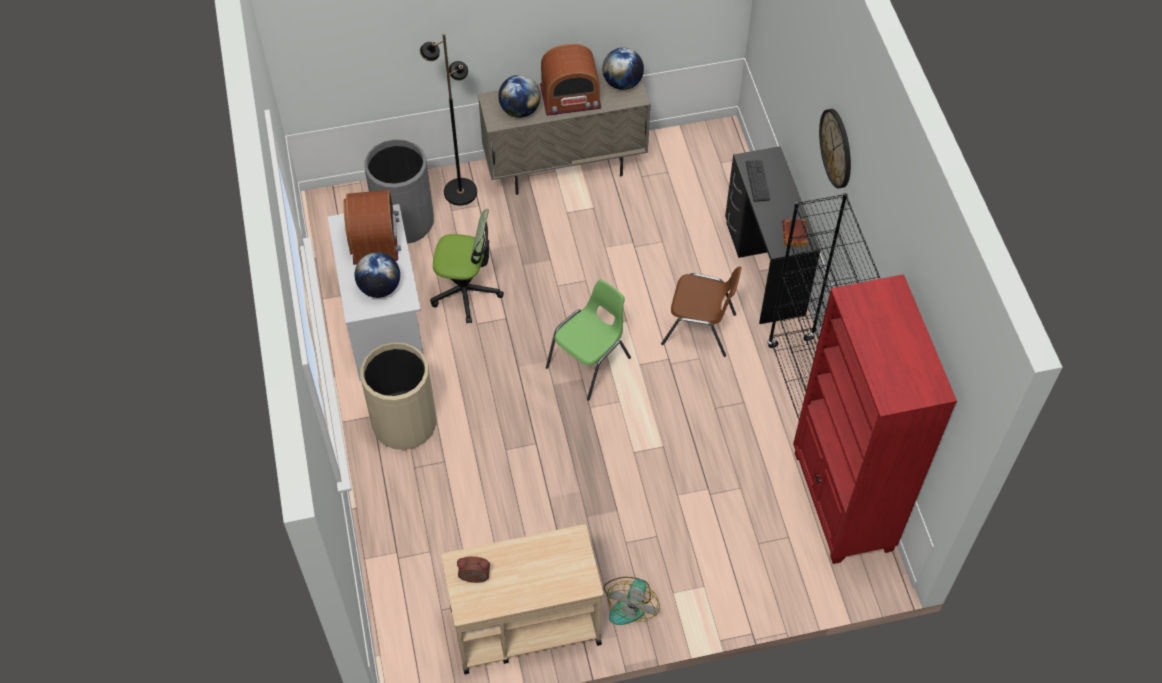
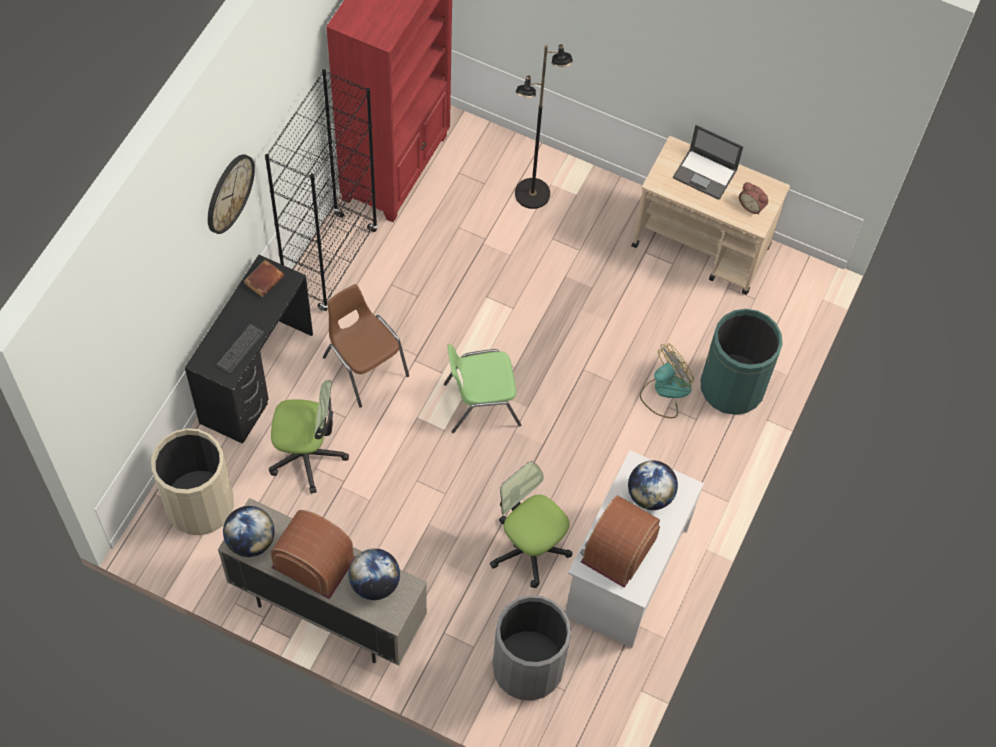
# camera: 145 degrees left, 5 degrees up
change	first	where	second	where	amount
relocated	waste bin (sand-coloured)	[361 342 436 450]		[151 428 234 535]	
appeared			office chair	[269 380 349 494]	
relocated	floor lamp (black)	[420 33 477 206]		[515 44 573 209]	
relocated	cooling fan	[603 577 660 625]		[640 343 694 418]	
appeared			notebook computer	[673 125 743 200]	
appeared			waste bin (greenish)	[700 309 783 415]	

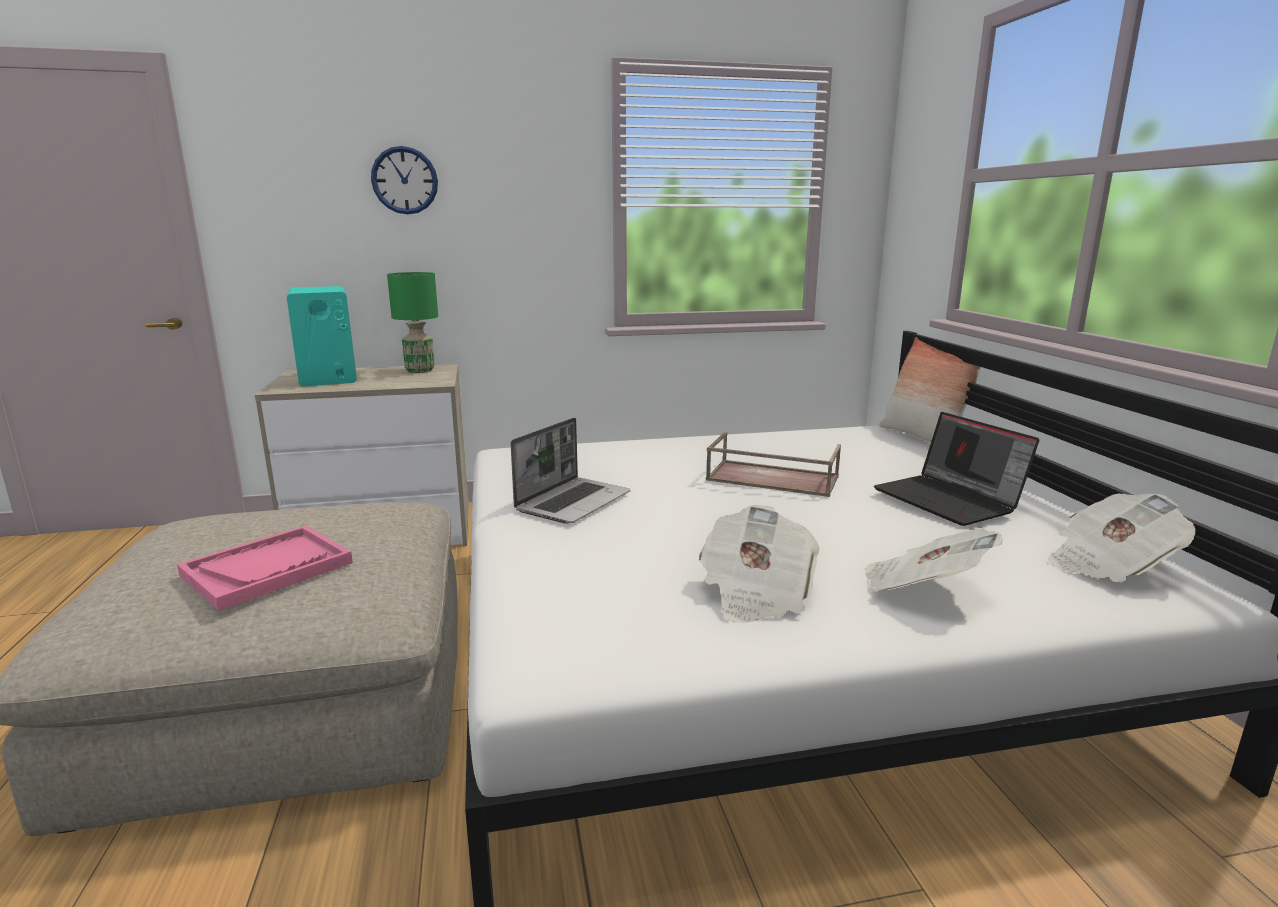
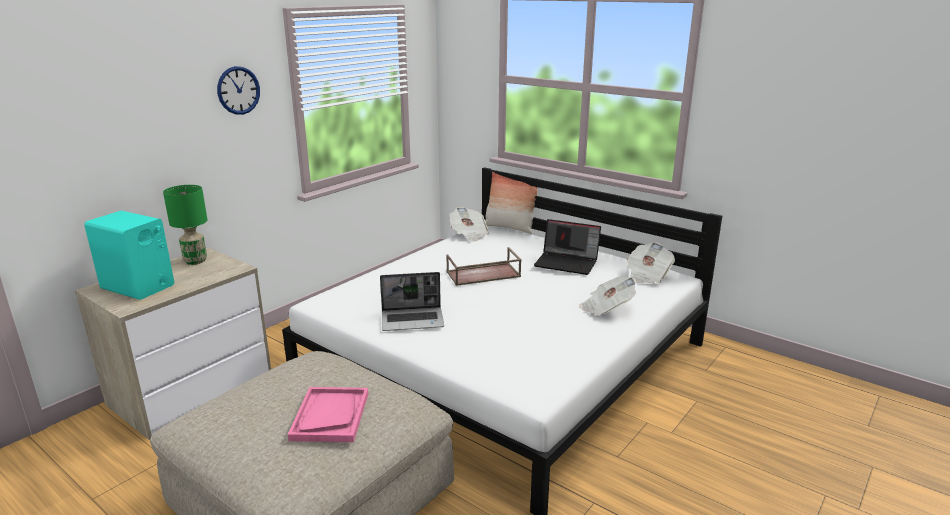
# camera: 40 degrees left, 5 degrees up
change	first	where	second	where	amount
relocated	hanging clock	[371 146 438 214]		[217 66 260 115]	
spun	notebook computer	[511 418 631 524]		[380 272 444 331]	90 degrees clockwise
relocated	newspaper	[699 505 820 623]		[449 207 489 242]	

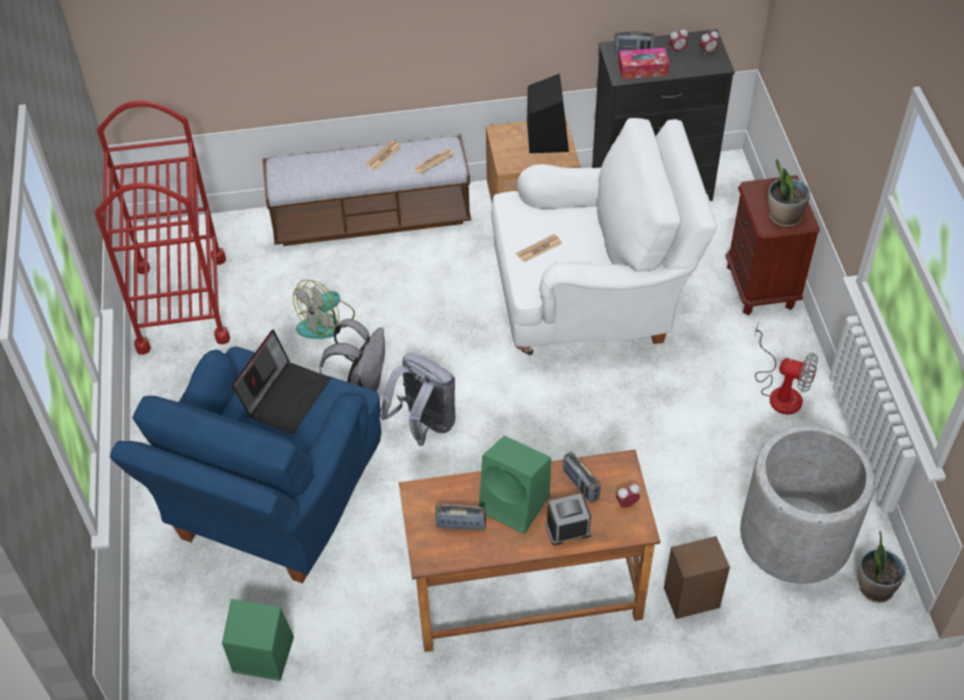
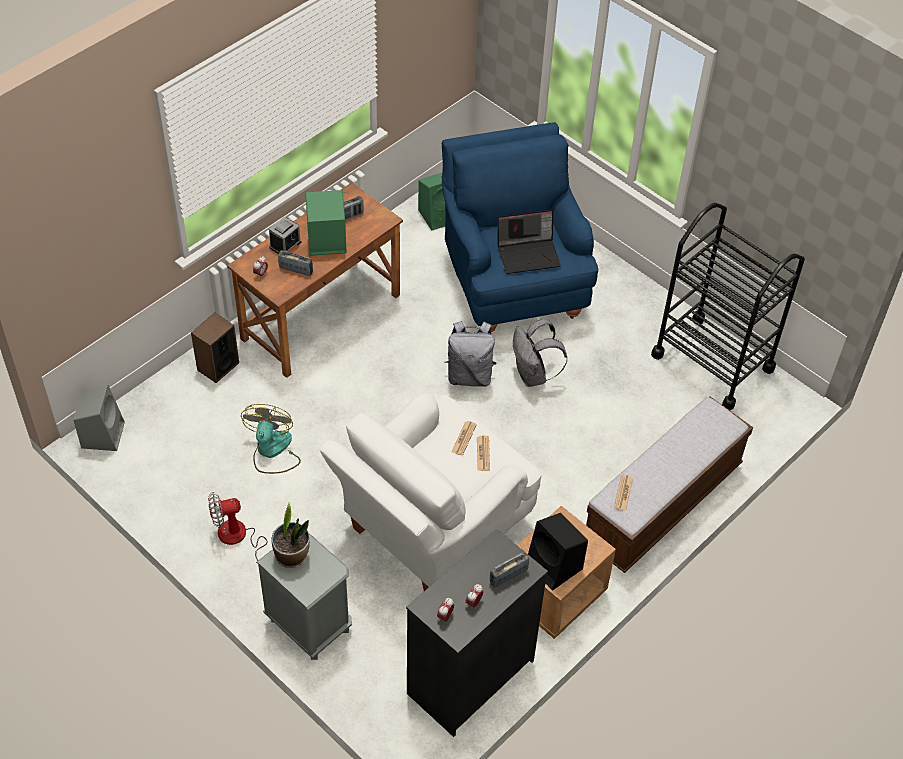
# camera: 140 degrees right, 0 degrees up
change	first	where	second	where	amount
exchanged	plant in a pot	[858 531 906 603]	loudspeaker (grey)	[73 385 125 451]	
relocated	cooling fan	[293 280 355 339]		[241 404 301 474]	
colour	nightstand (brownish)	[726 175 820 316]	nightstand (grey)	[256 533 352 660]	
relocated	newspaper	[365 140 402 170]		[477 436 490 471]	
spun	notebook computer	[232 330 331 434]		[497 210 561 274]	90 degrees counterclockwise
colour	trolley (reddish)	[95 101 230 355]	trolley (black)	[651 203 805 410]	
missing	tissue holder	[618 48 669 79]			
missing	flower pot (grey)	[740 425 875 584]			

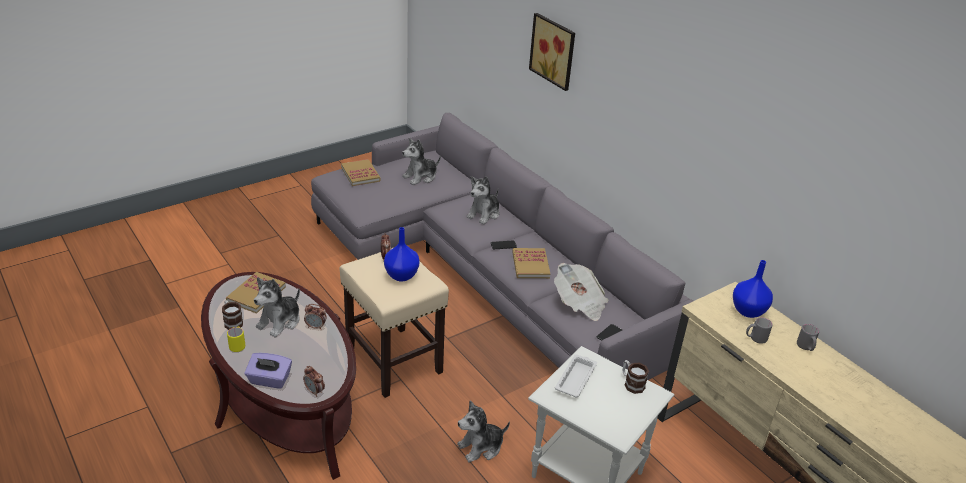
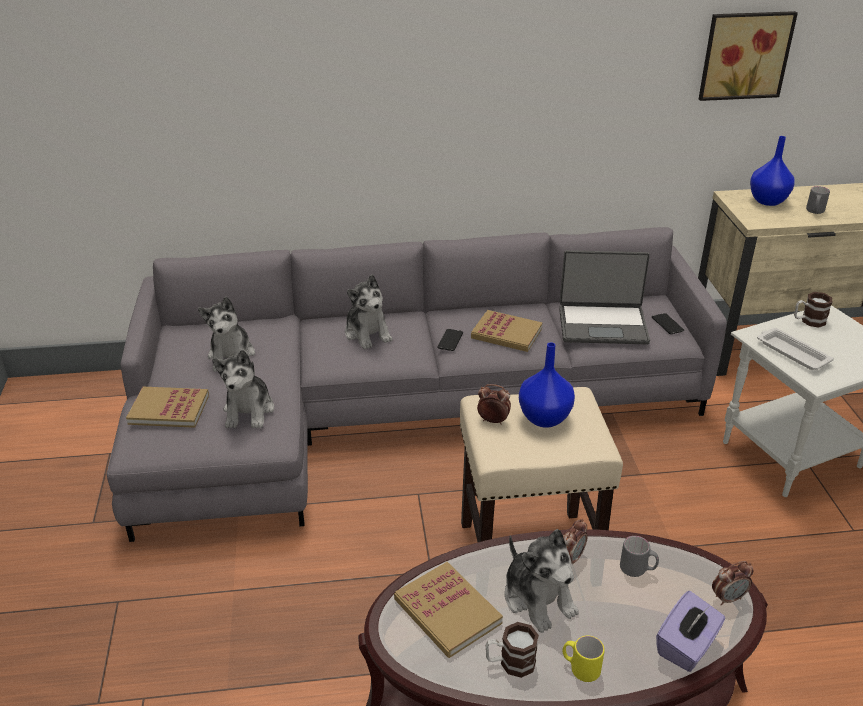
# camera: 60 degrees left, 0 degrees up
change	first	where	second	where	amount
relocated	plush toy	[457 400 510 463]		[212 350 274 428]	
exchanged	newspaper	[554 263 608 321]	notebook computer	[559 250 650 344]	
relocated	mug (grey)	[797 324 819 351]		[620 536 659 577]	
relocated	picture	[529 13 575 91]		[699 11 798 101]	

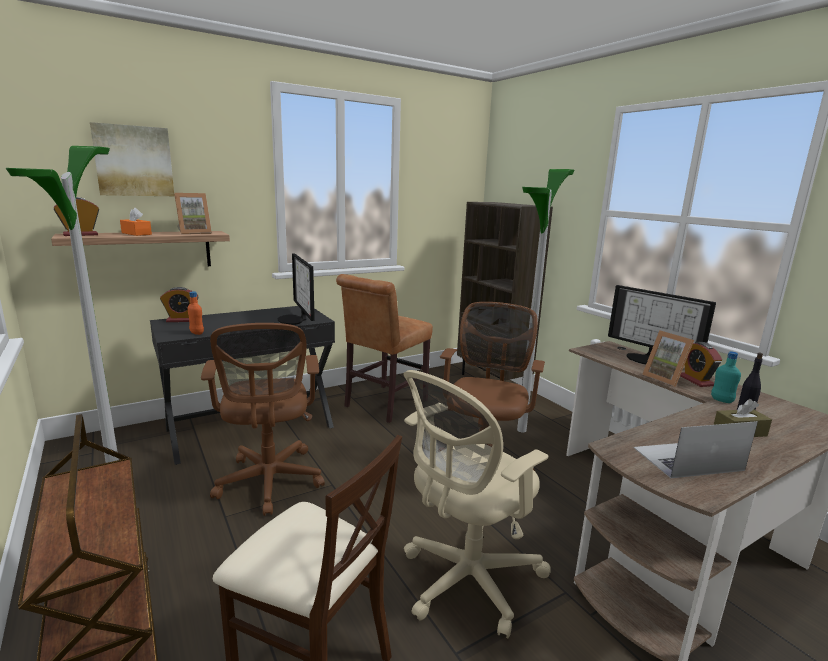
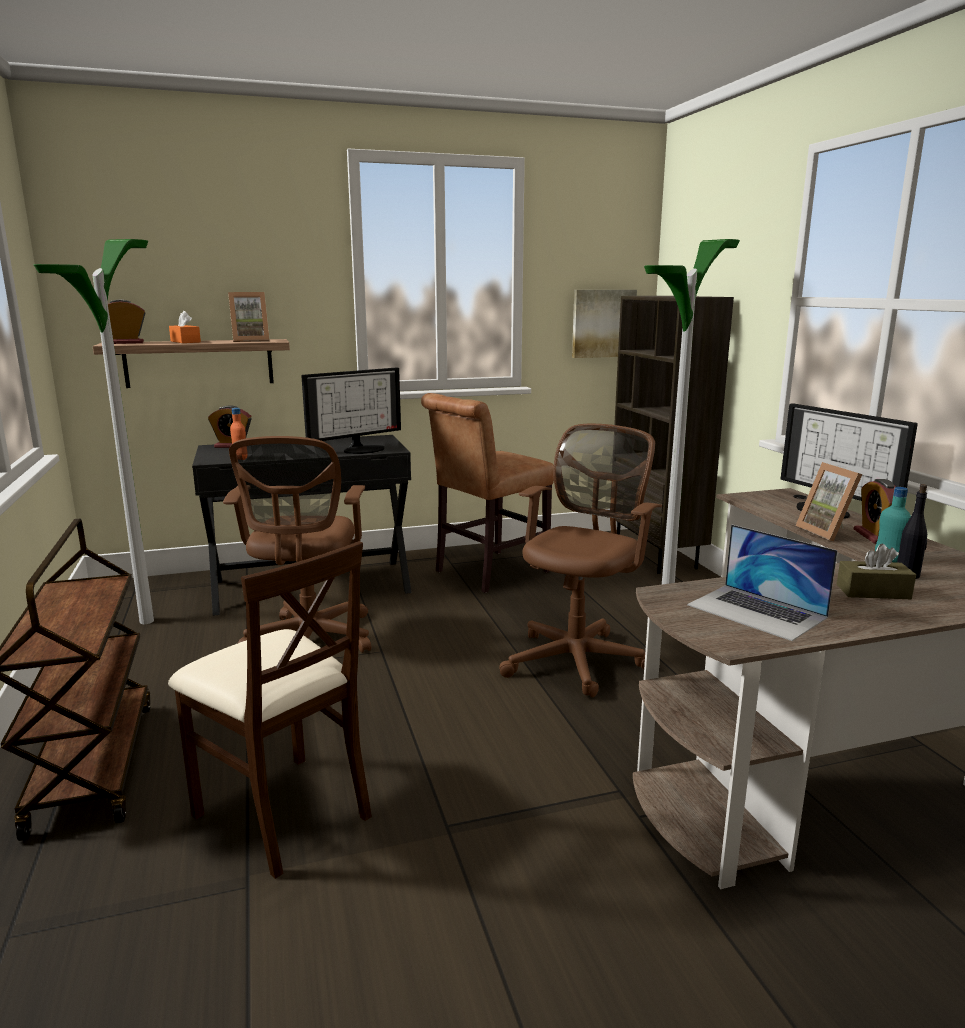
# camera: 15 degrees right, 0 degrees up
change	first	where	second	where	amount
spun	computer screen	[278 253 315 325]		[301 367 401 454]	120 degrees counterclockwise
relocated	picture	[90 122 174 196]		[572 290 637 358]	
spun	notebook computer	[633 421 758 478]		[687 525 838 641]	135 degrees counterclockwise
missing	office chair (sand-coloured)	[403 370 551 638]			

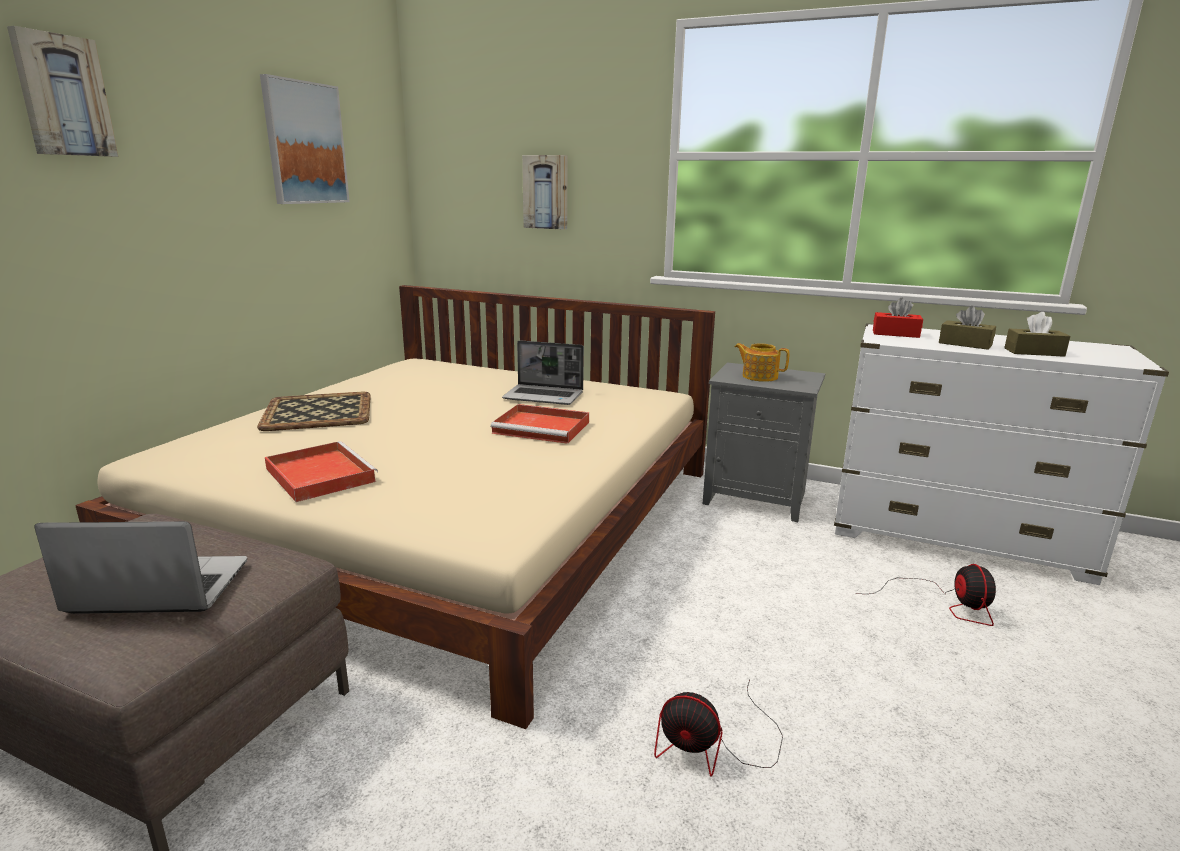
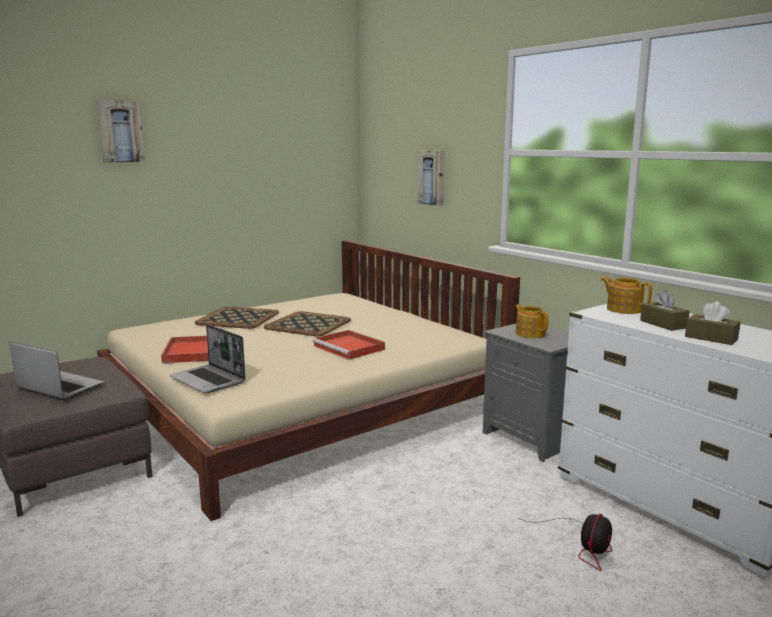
# camera: 30 degrees right, 5 degrees down
change	first	where	second	where	amount
relocated	notebook computer	[502 340 584 405]		[170 324 246 393]	
appeared			serving tray	[264 311 351 337]	
exchanged	tissue holder (reddish)	[873 298 923 338]	teapot	[601 277 652 314]	
missing	picture	[260 74 350 204]			
missing	cooling fan	[654 680 783 777]			

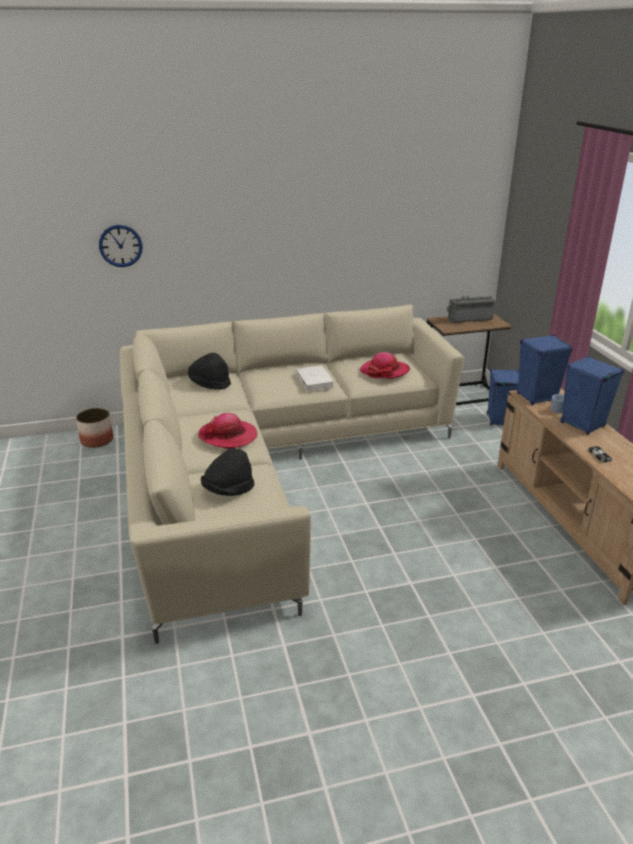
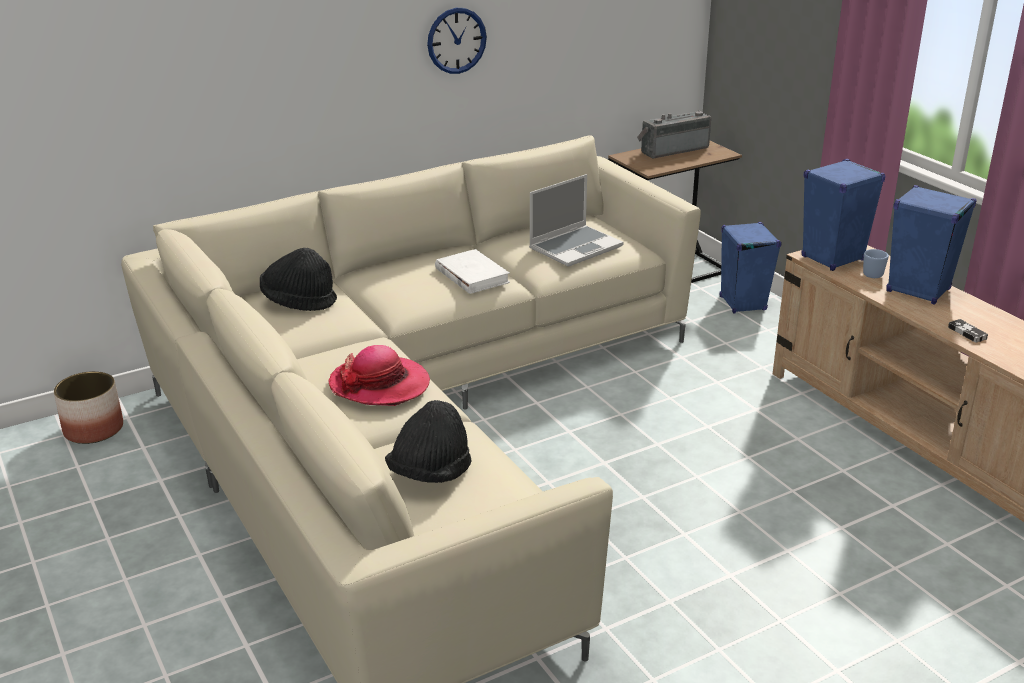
# camera: 15 degrees left, 0 degrees up
change	first	where	second	where	amount
relocated	hanging clock	[99 225 142 267]		[427 8 487 74]	
exchanged	hat	[360 352 410 379]	notebook computer	[529 174 623 267]	

